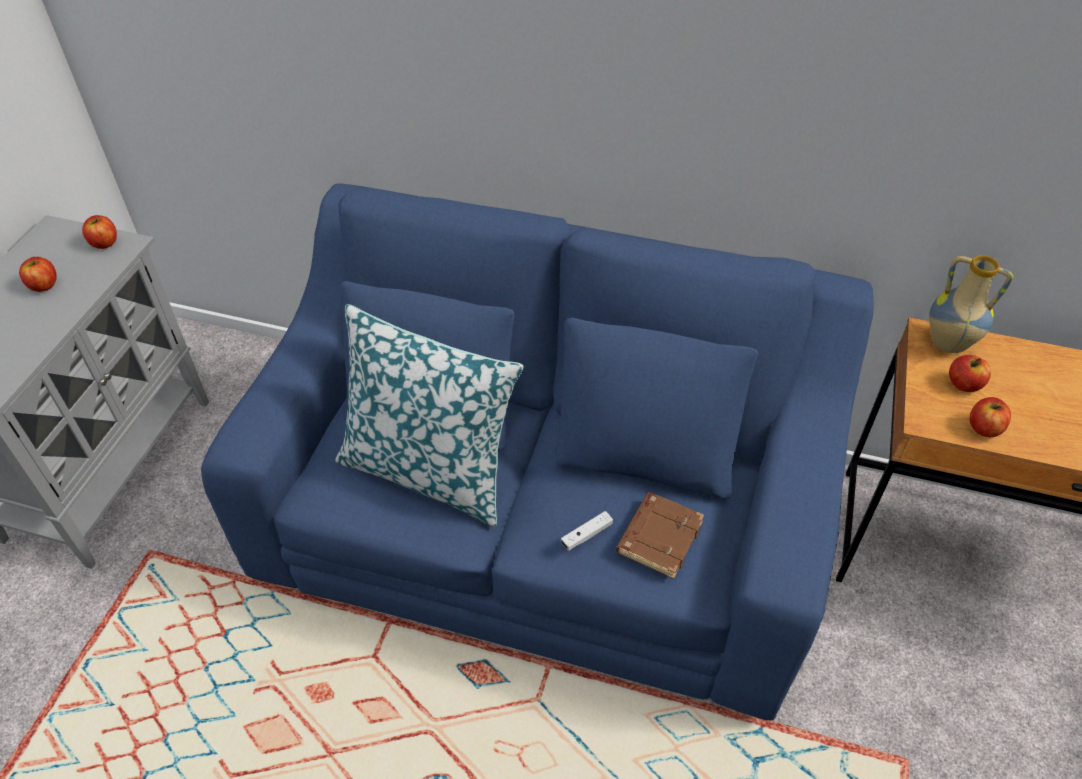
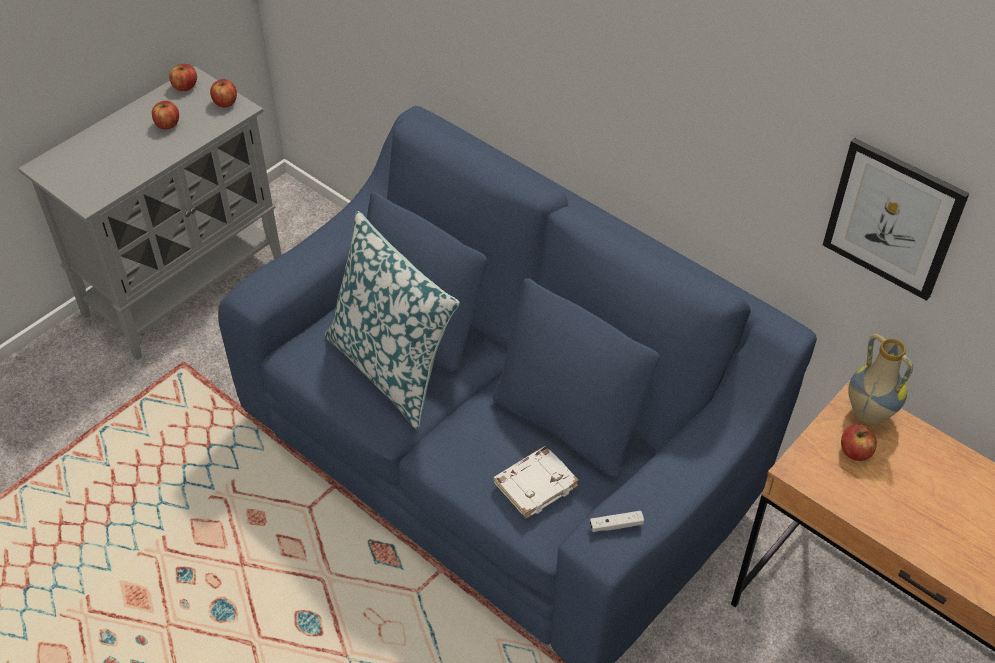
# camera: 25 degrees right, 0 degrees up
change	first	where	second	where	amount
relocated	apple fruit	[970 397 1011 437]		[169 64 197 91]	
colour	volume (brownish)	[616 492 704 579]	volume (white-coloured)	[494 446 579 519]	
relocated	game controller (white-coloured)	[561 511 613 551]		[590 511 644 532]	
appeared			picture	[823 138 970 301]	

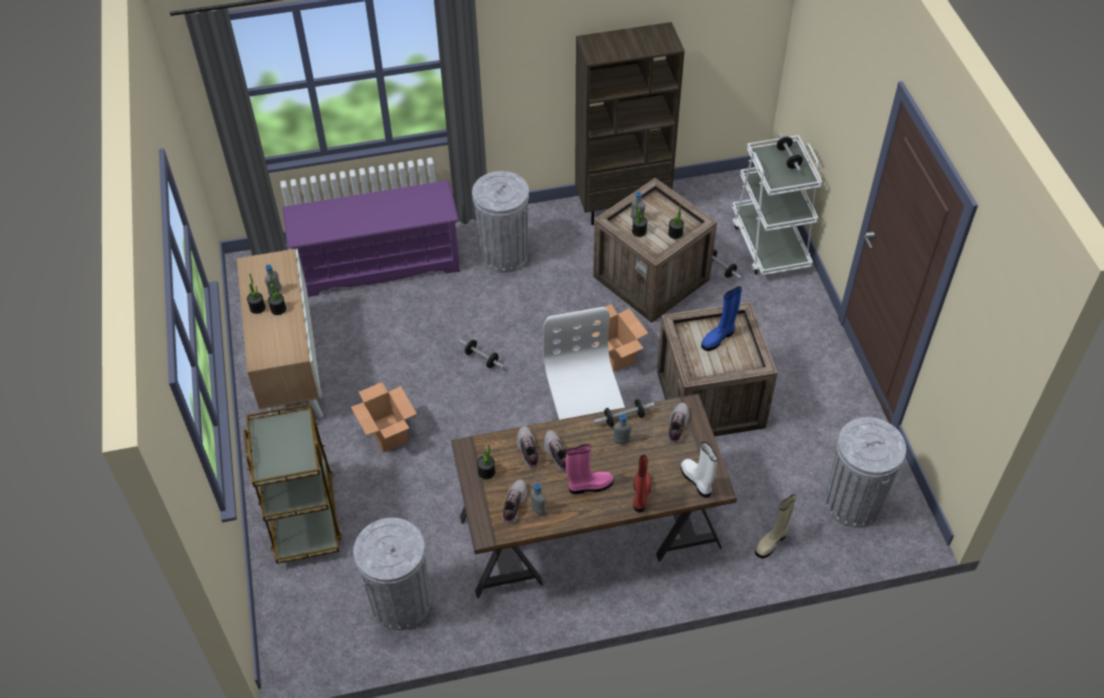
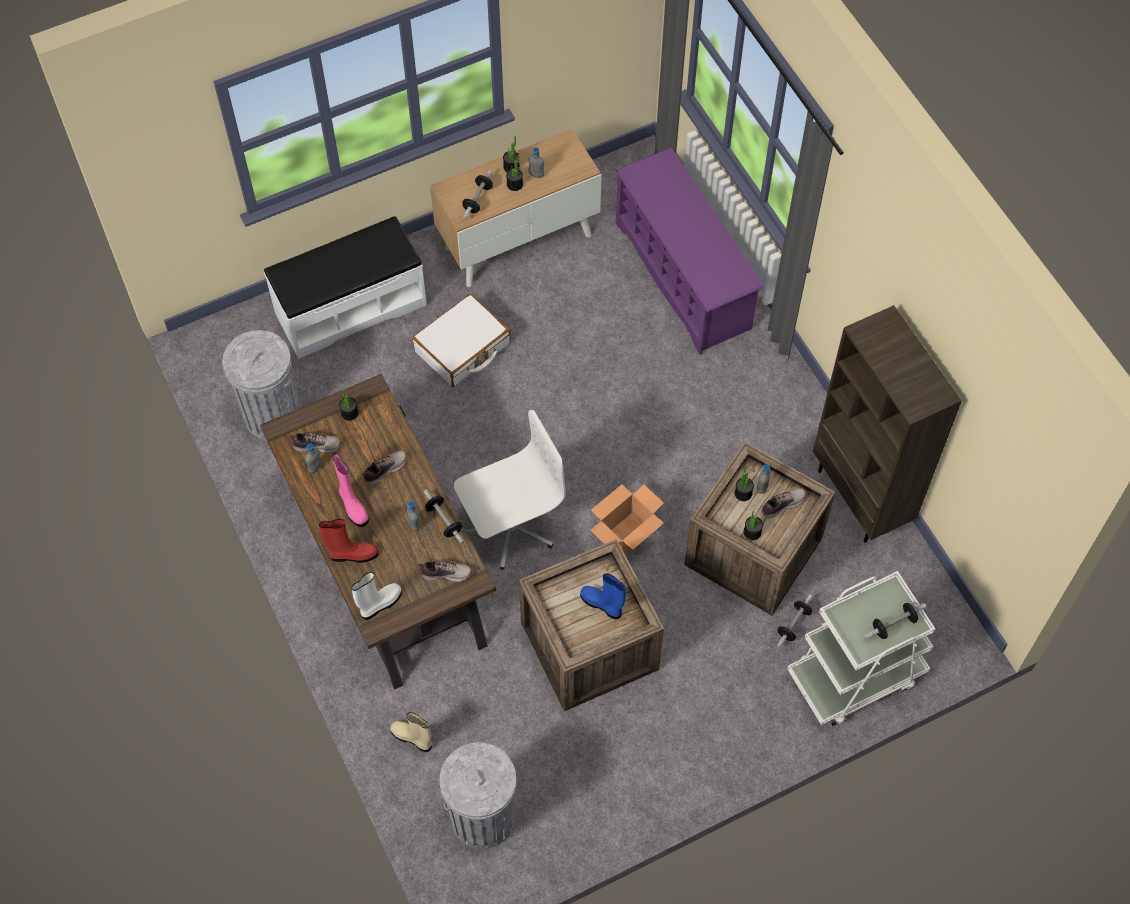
# camera: 75 degrees right, 10 degrees up
change	first	where	second	where	amount
exchanged	trolley (brownish)	[244 403 342 564]	long seat (white-coloured)	[264 216 427 359]	
exchanged	cardboard box	[351 382 417 453]	travel case (white-coloured)	[412 294 510 387]	
relocated	free weight	[459 340 504 369]		[462 170 493 219]	
relocated	shoe	[516 426 539 468]		[761 488 806 518]	
missing	waste bin (grey)	[472 171 529 273]			

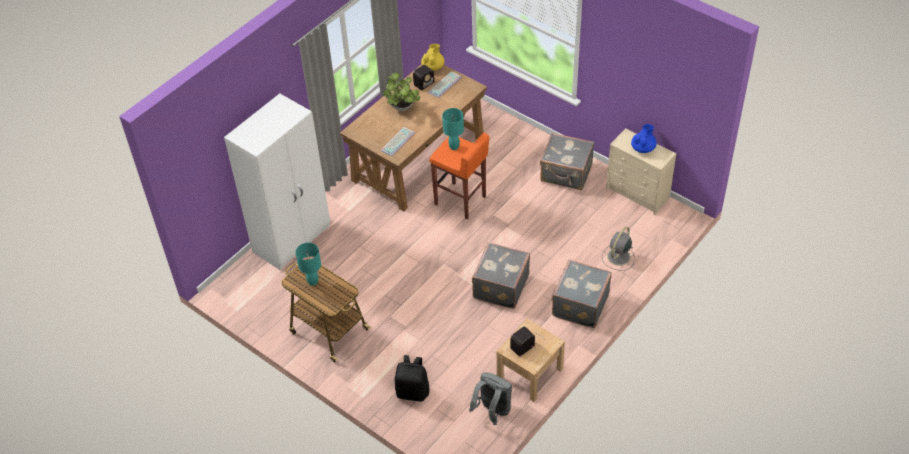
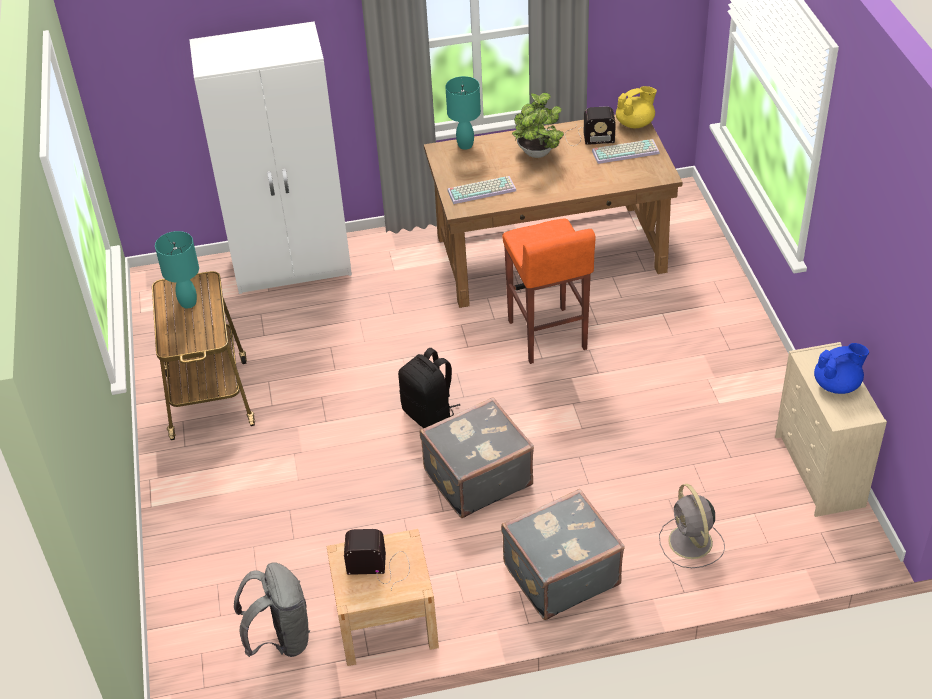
# camera: 40 degrees right, 5 degrees down
change	first	where	second	where	amount
relocated	backpack (black)	[395 355 430 402]		[398 348 460 428]	
relocated	table lamp (turquoise-coloured)	[442 108 464 150]		[445 76 481 150]	
spun	cooling fan (grey)	[602 227 635 271]		[659 484 725 568]	90 degrees counterclockwise
missing	travel case (grey)	[540 133 594 190]			

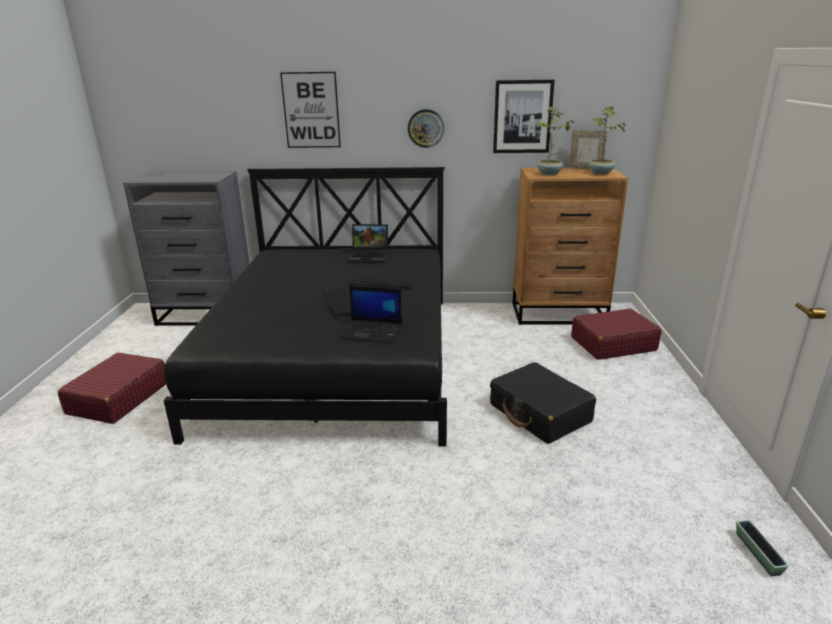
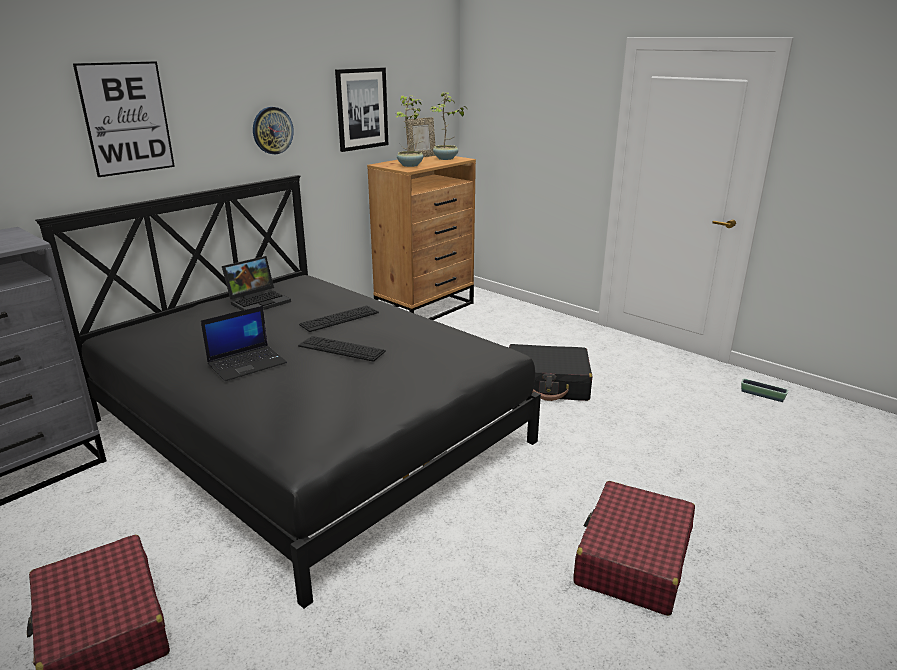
# camera: 50 degrees left, 0 degrees up
change	first	where	second	where	amount
relocated	notebook computer	[340 286 402 343]		[201 306 287 381]	
relocated	travel case (reddish)	[571 309 662 360]		[573 481 695 616]	

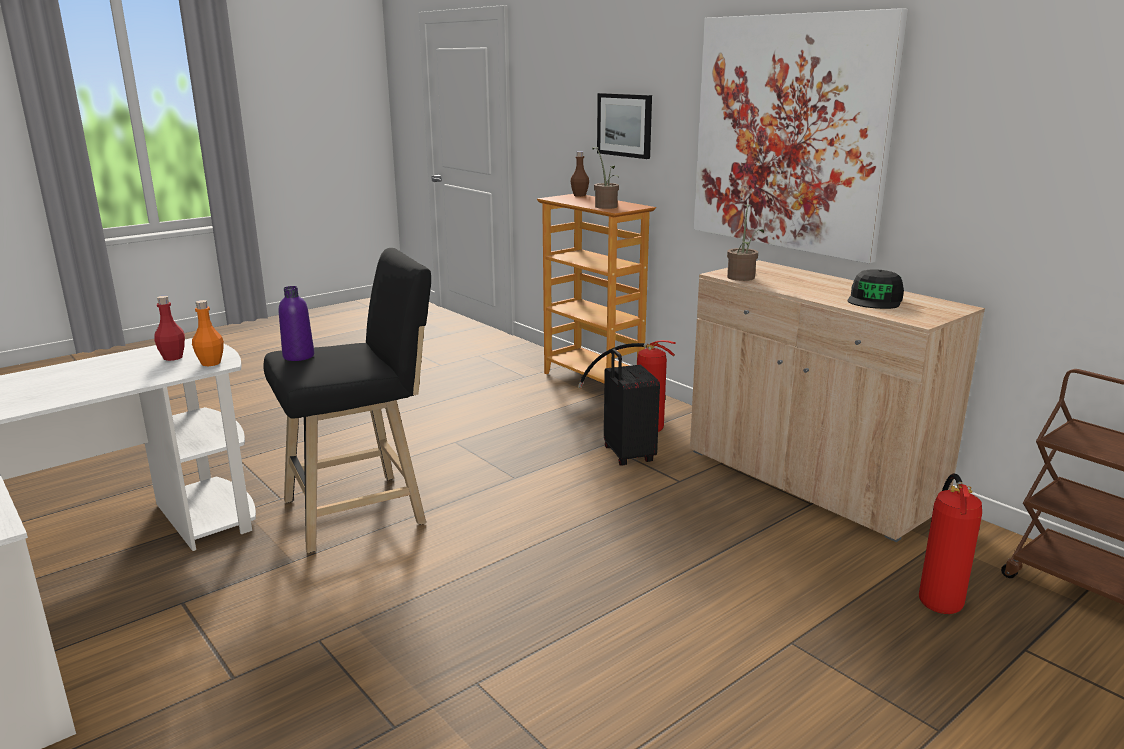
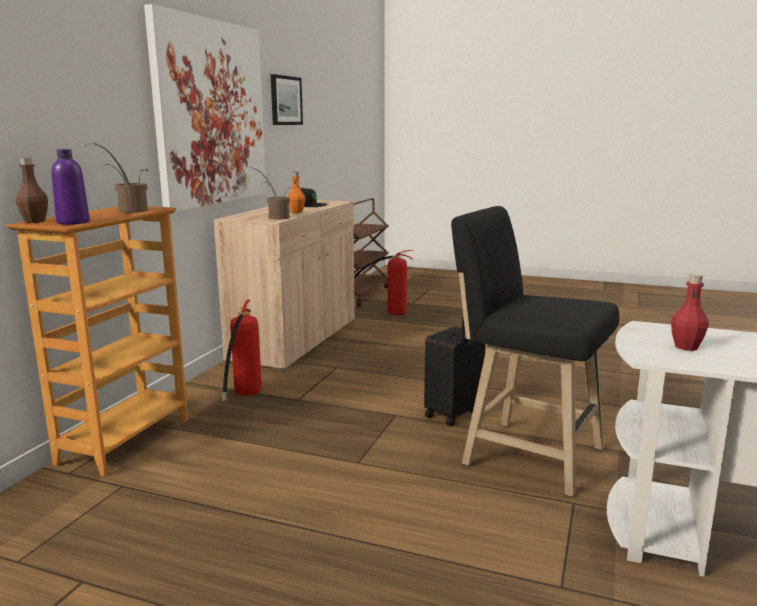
# camera: 120 degrees left, 5 degrees down
change	first	where	second	where	amount
relocated	bottle (purple)	[279 286 314 361]		[51 149 90 225]	
relocated	picture	[597 93 652 159]		[271 74 303 125]	
relocated	bottle (orange)	[192 300 224 366]		[288 172 305 213]	
relocated	travel case (black)	[604 349 660 466]		[424 317 485 426]	

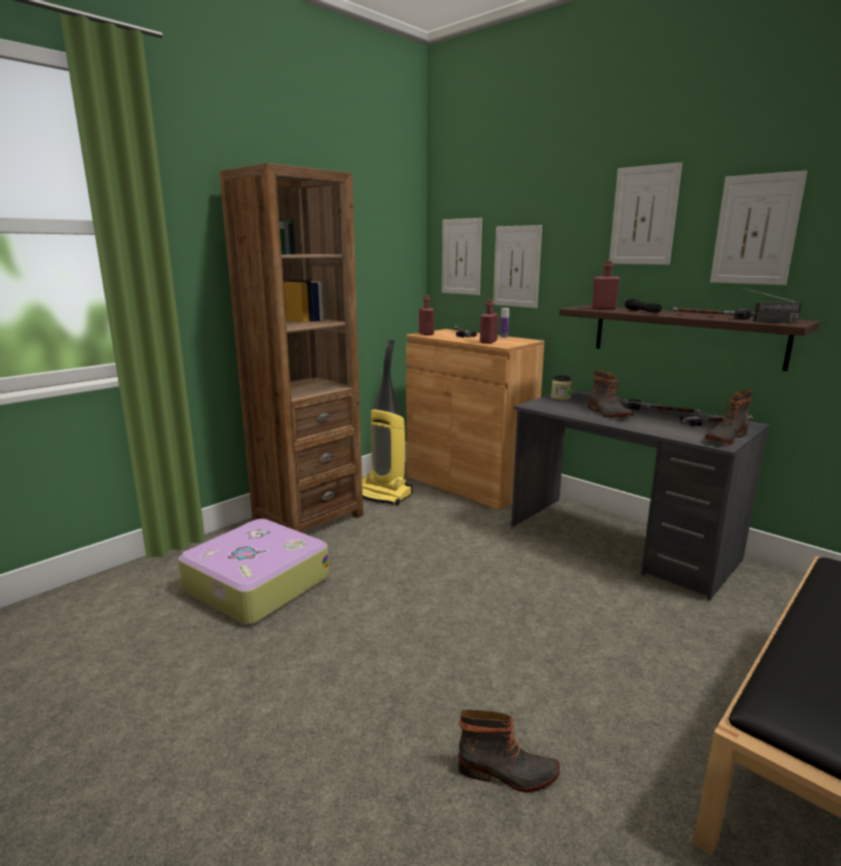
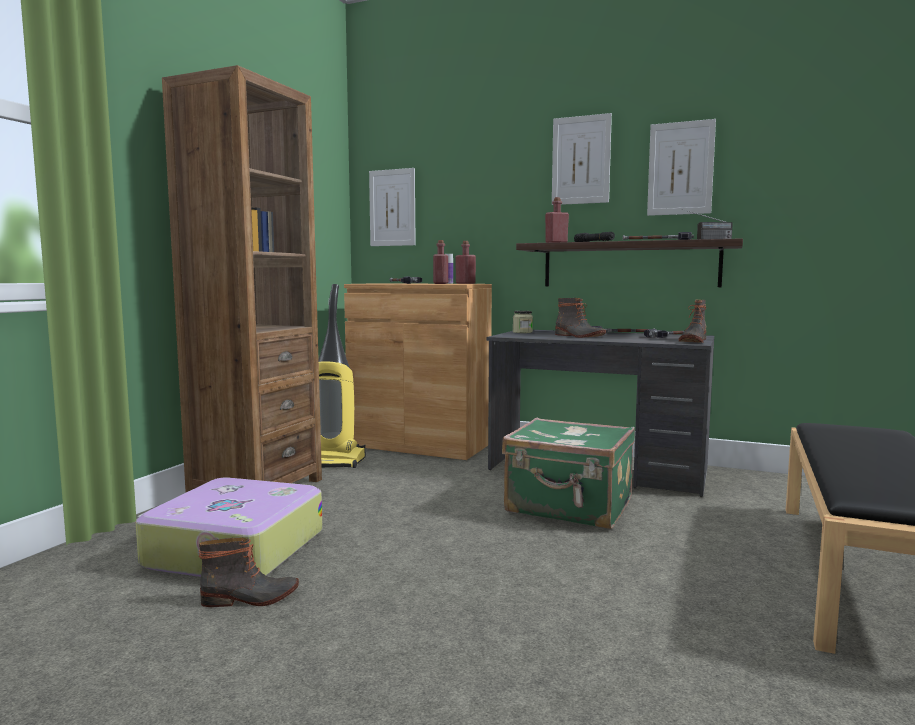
# camera: 20 degrees left, 10 degrees down
change	first	where	second	where	amount
relocated	boot	[458 710 560 793]		[199 538 299 607]	
relocated	bottle (reddish)	[419 295 434 335]		[455 241 476 284]	
appeared			travel case (greenish)	[502 417 635 529]	
missing	picture	[493 225 542 308]			

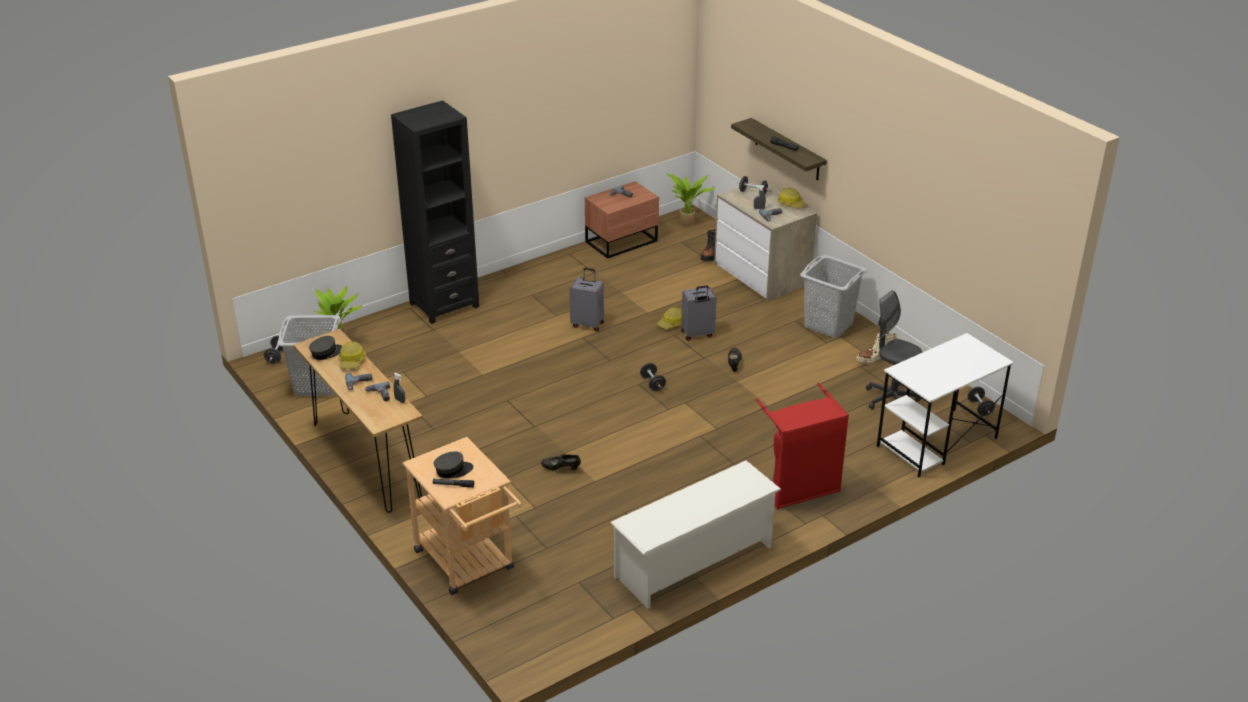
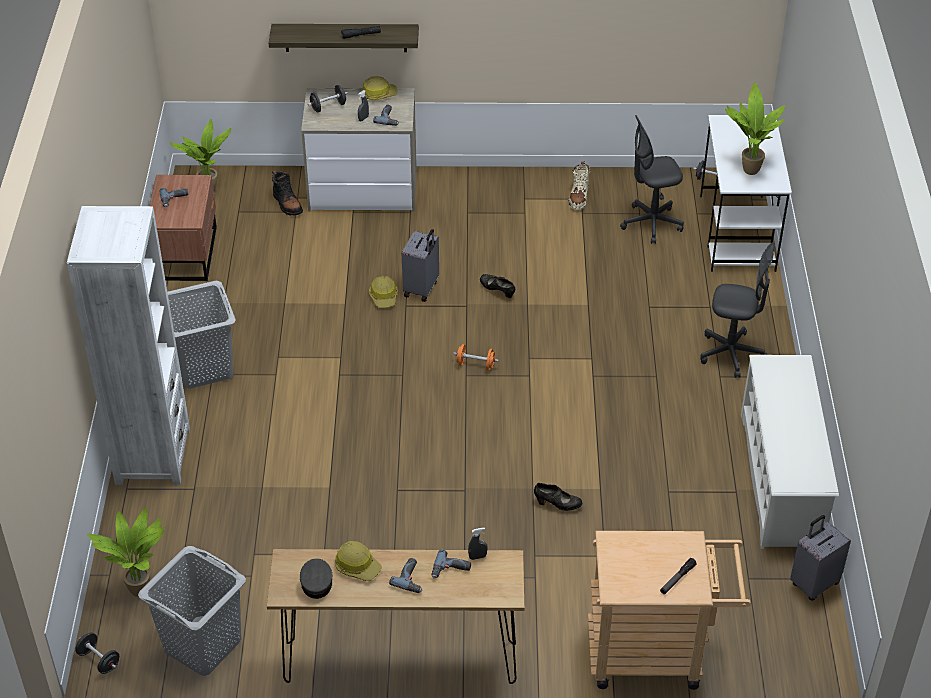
# camera: 55 degrees left, 10 degrees up
change	first	where	second	where	amount
colour	bookshelf (black)	[391 101 479 324]	bookshelf (white-coloured)	[67 206 190 485]	
relocated	laundry basket (grey)	[800 255 867 338]		[167 281 236 389]	
colour	free weight (black)	[640 363 666 391]	free weight (orange)	[453 344 499 371]	
spun	shoe (black)	[541 454 581 471]		[534 483 583 511]	120 degrees counterclockwise
exchanged	laundry basket (reddish)	[755 383 849 509]	office chair (grey)	[700 242 775 378]	
appeared			plant in a pot	[725 83 785 175]	
relocated	travel case (grey)	[569 268 604 332]		[790 515 851 601]	
missing	baseball cap (grey)	[434 451 473 478]			

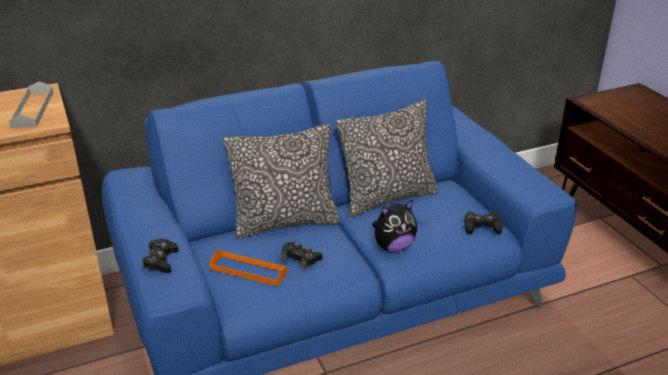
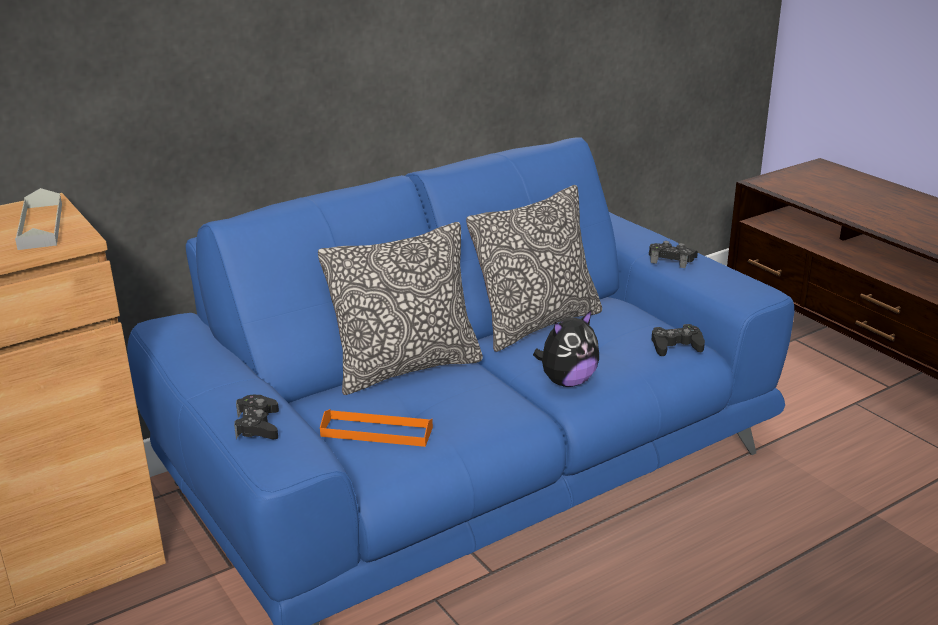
# camera: 10 degrees left, 5 degrees down
change	first	where	second	where	amount
relocated	game controller (black)	[281 242 323 270]		[649 241 698 268]	

